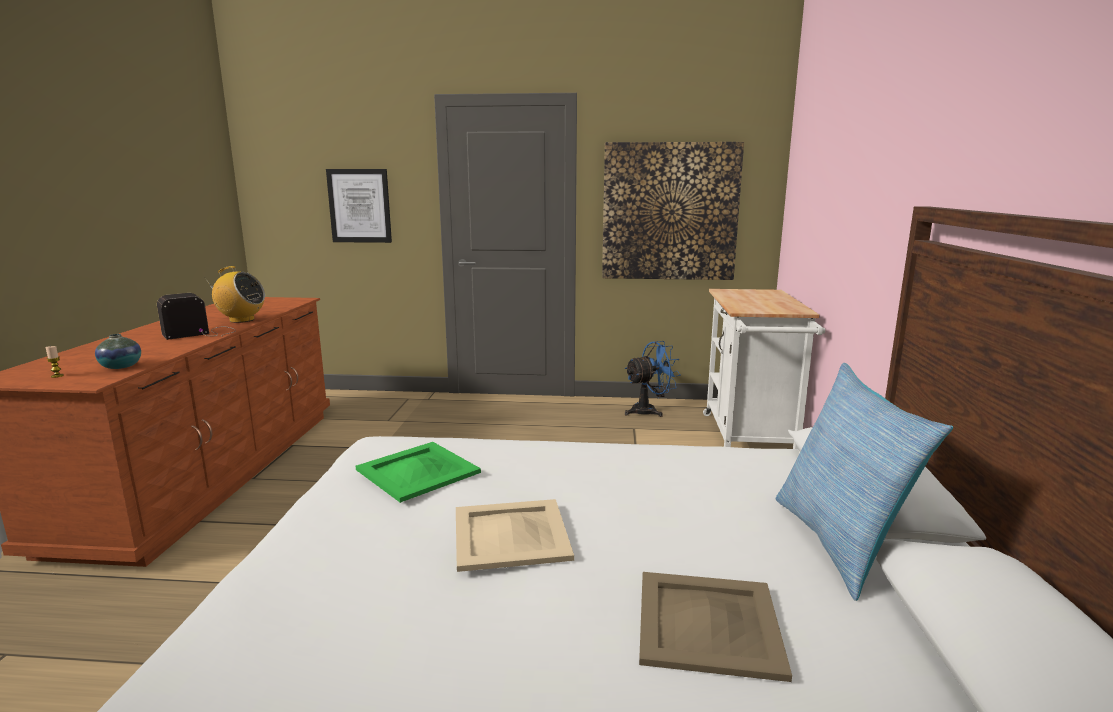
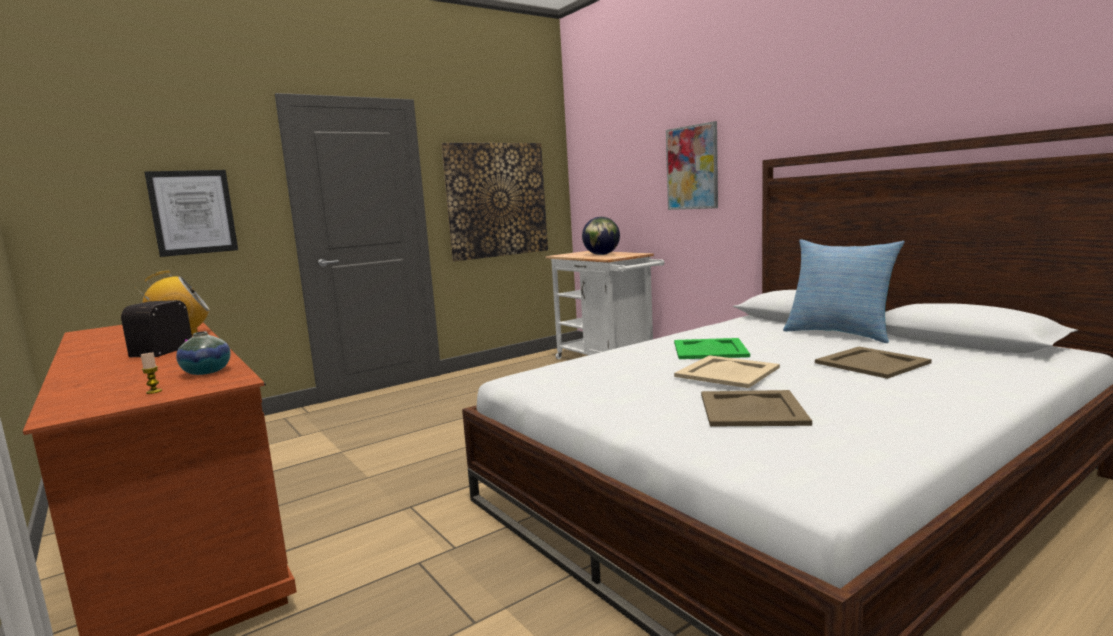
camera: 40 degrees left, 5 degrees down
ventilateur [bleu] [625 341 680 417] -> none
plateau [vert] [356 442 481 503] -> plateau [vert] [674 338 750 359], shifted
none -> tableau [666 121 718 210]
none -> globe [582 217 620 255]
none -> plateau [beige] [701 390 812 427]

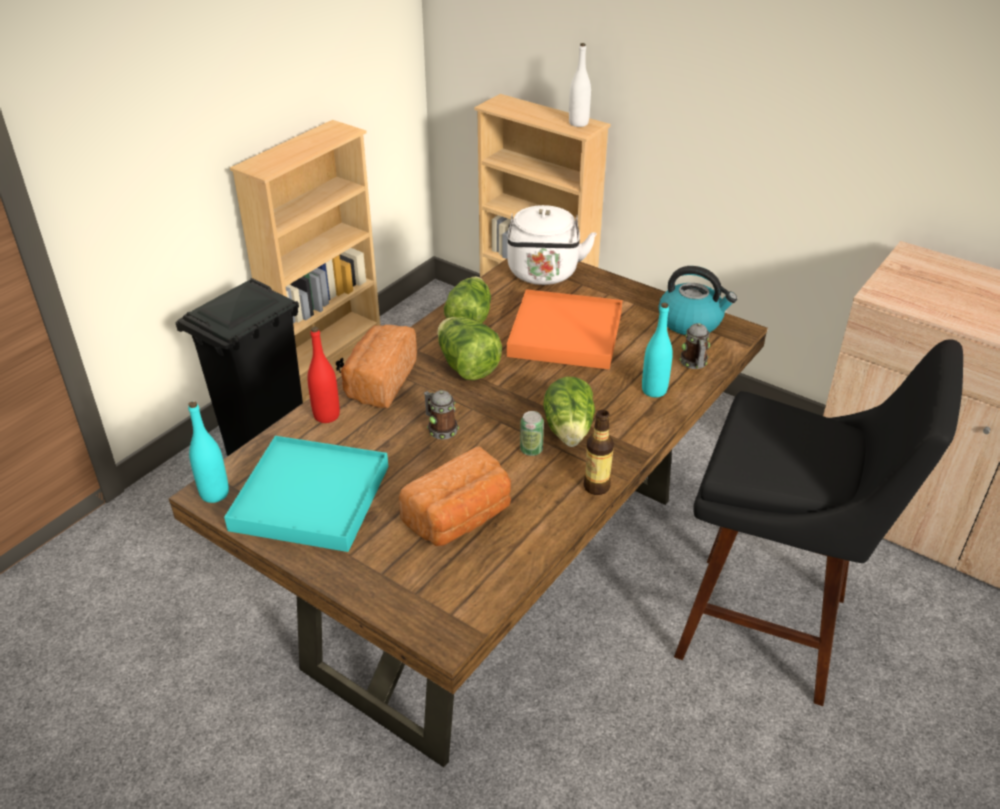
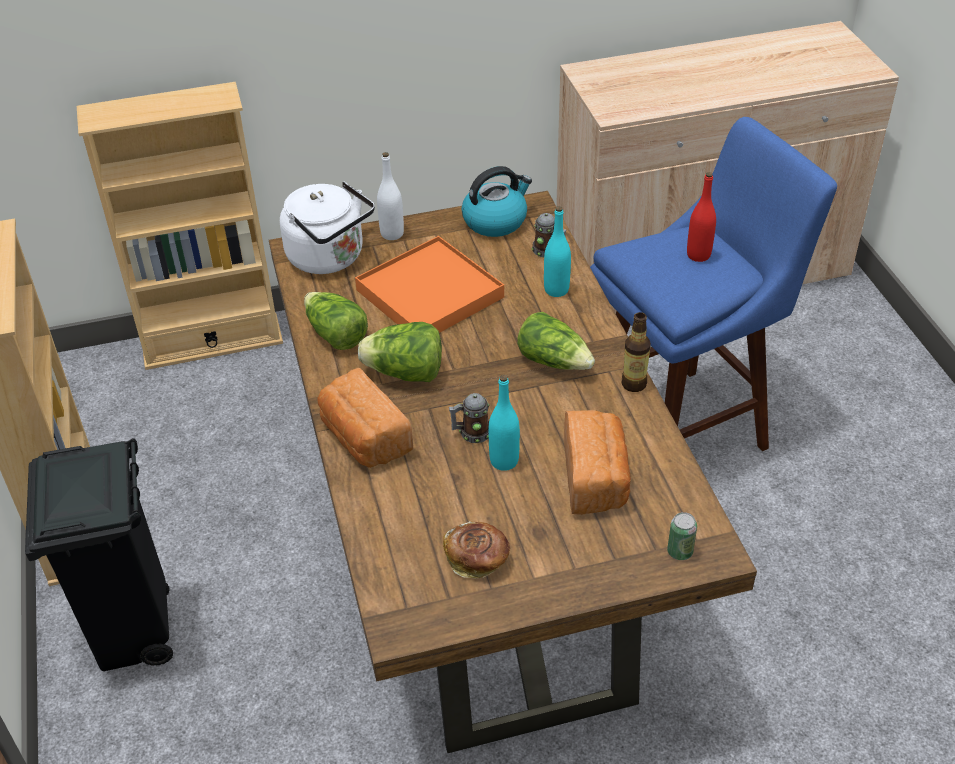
camera: 50 degrees left, 5 degrees up
bouteille [blanc] [569 43 591 127] -> bouteille [blanc] [377 152 404 240], shifted
bouteille [rouge] [307 327 340 423] -> bouteille [rouge] [687 172 716 262], shifted
tabouret [noir] [674 339 963 706] -> tabouret [bleu] [590 117 837 451]
bouteille [turquoise] [188 401 229 503] -> bouteille [turquoise] [488 375 520 471], shifted
boîte métallique [520 411 544 456] -> boîte métallique [667 512 697 560], shifted
plateau [turquoise] [224 436 388 552] -> pain [443 521 510 579]

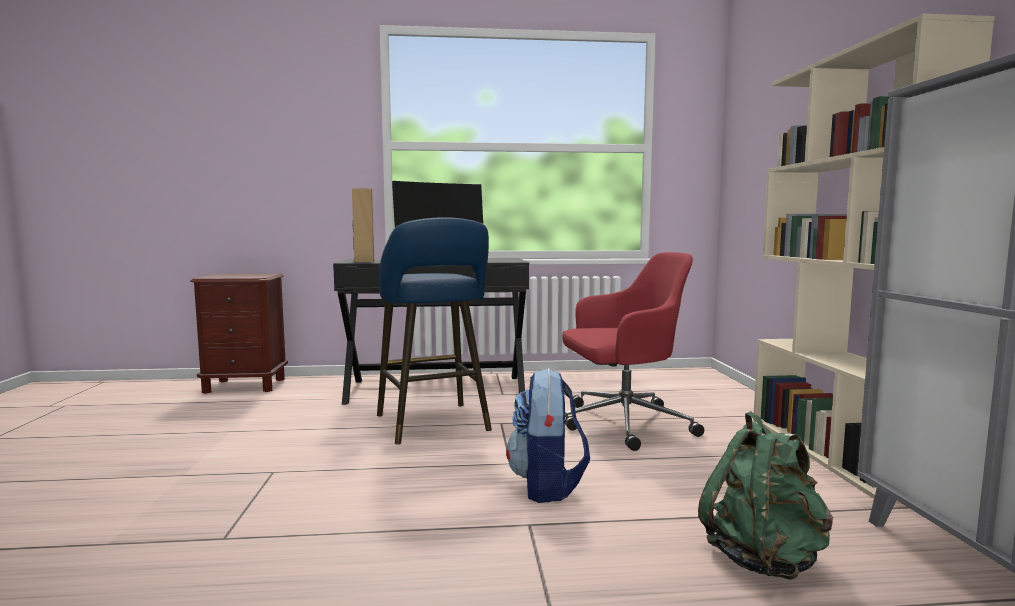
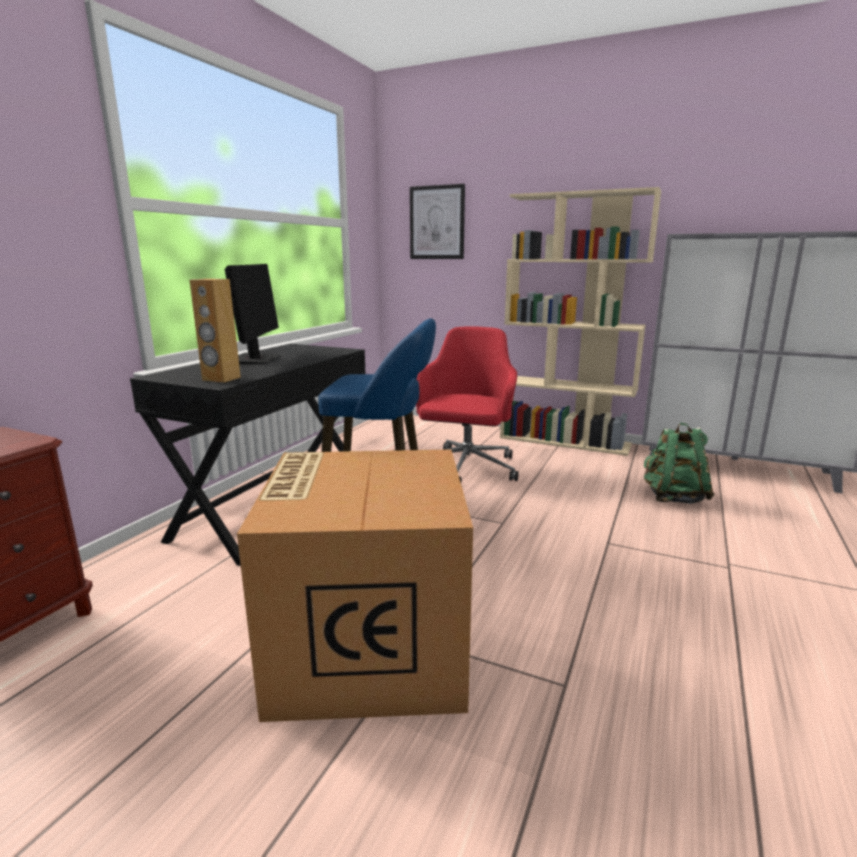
camera: 60 degrees left, 10 degrees up
sac à dos [506 368 590 503] -> none
none -> tableau [410 184 465 259]
none -> carton [237 449 473 722]

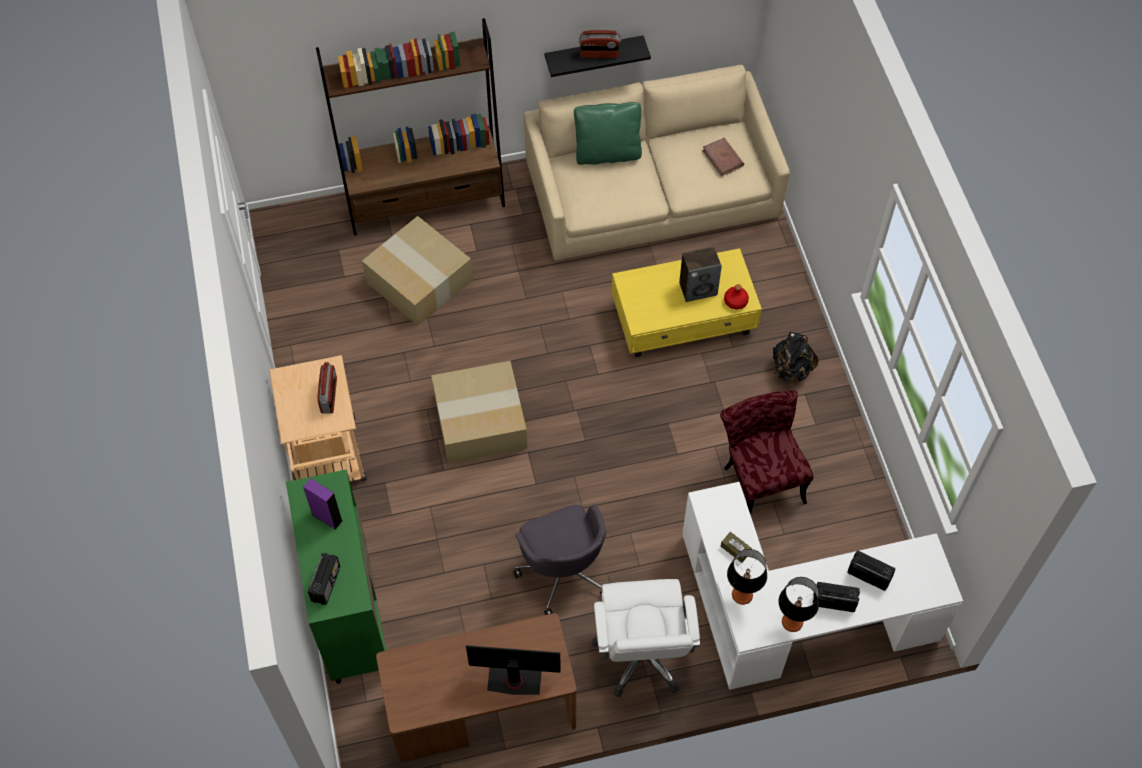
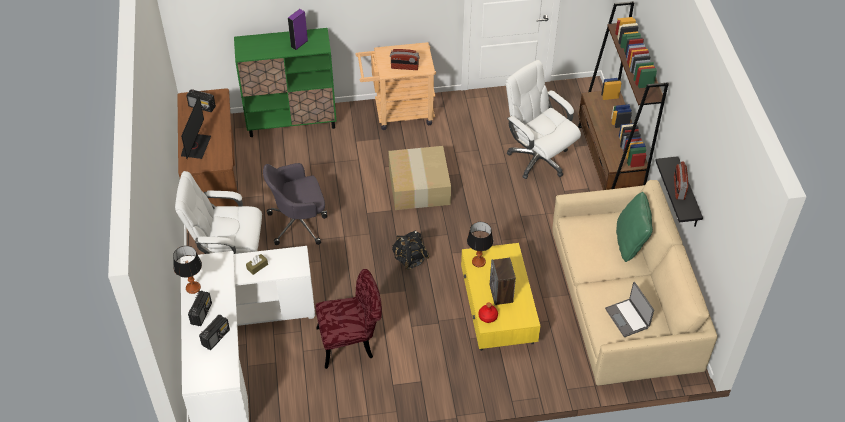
camera: 95 degrees right, 10 degrees down
livre [marron] [702 138 744 177] -> ordinateur portable [605 282 654 337]
carton [362 216 473 326] -> chaise de bureau [blanc] [506 60 581 179]
sac à dos [noir] [773 332 818 381] -> sac à dos [noir] [392 230 429 270], shifted
lampe de table [727 549 767 605] -> lampe de table [467 222 493 267], shifted
radio [308 553 340 605] -> radio [186 89 216 112], shifted

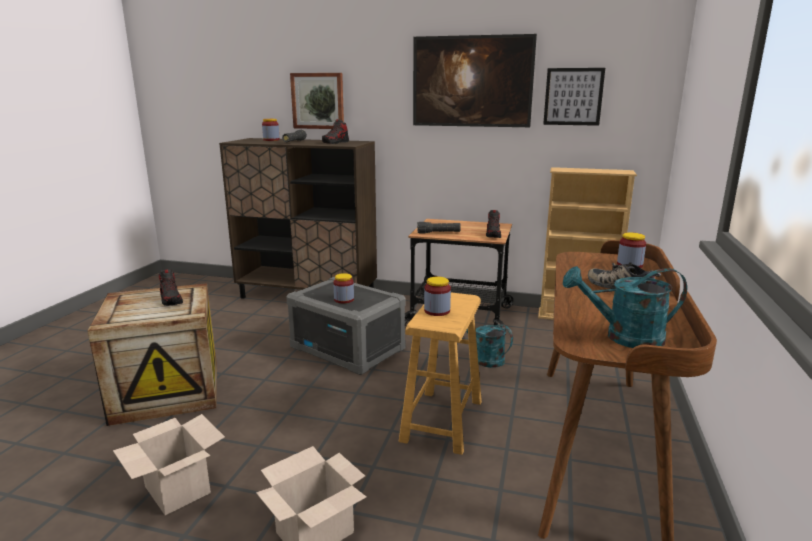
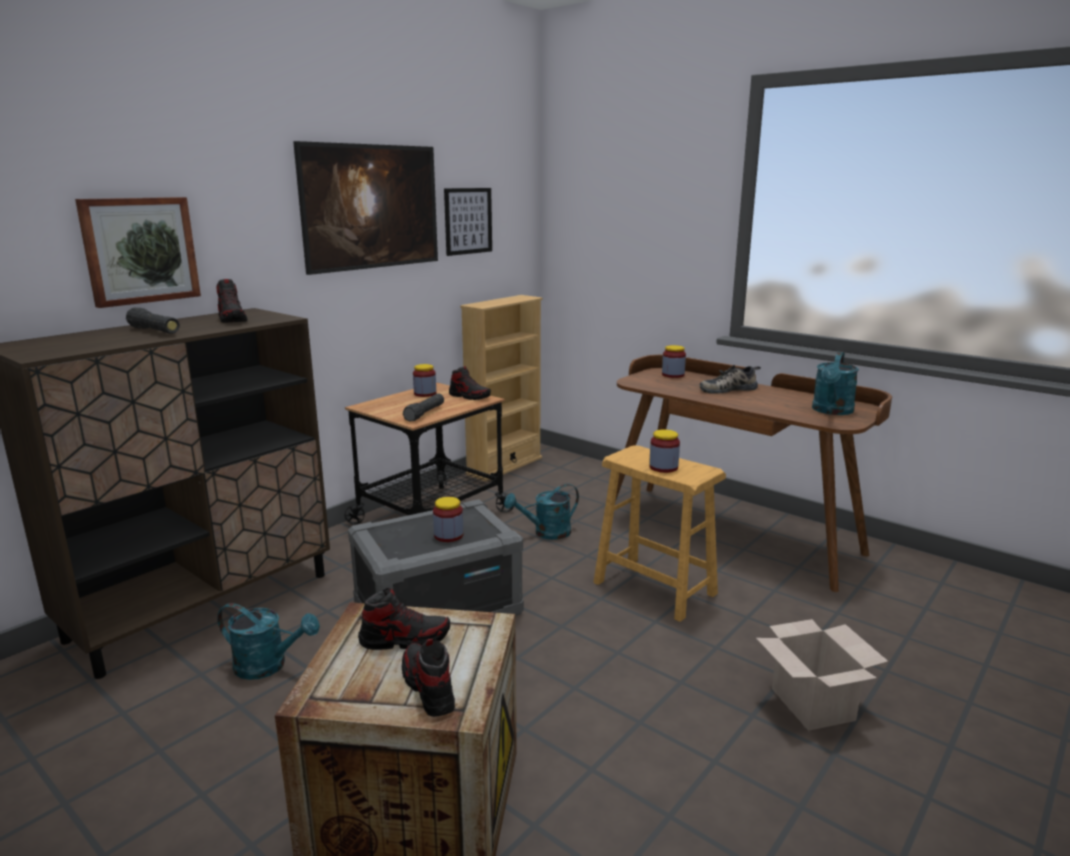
camera: 65 degrees left, 0 degrees up
bocal [262 119 280 141] -> bocal [413 364 436 397], shifted
carton [113 414 225 515] -> none
none -> arrosoir [turquoise] [217 603 320 680]
none -> chaussure [402 639 455 717]

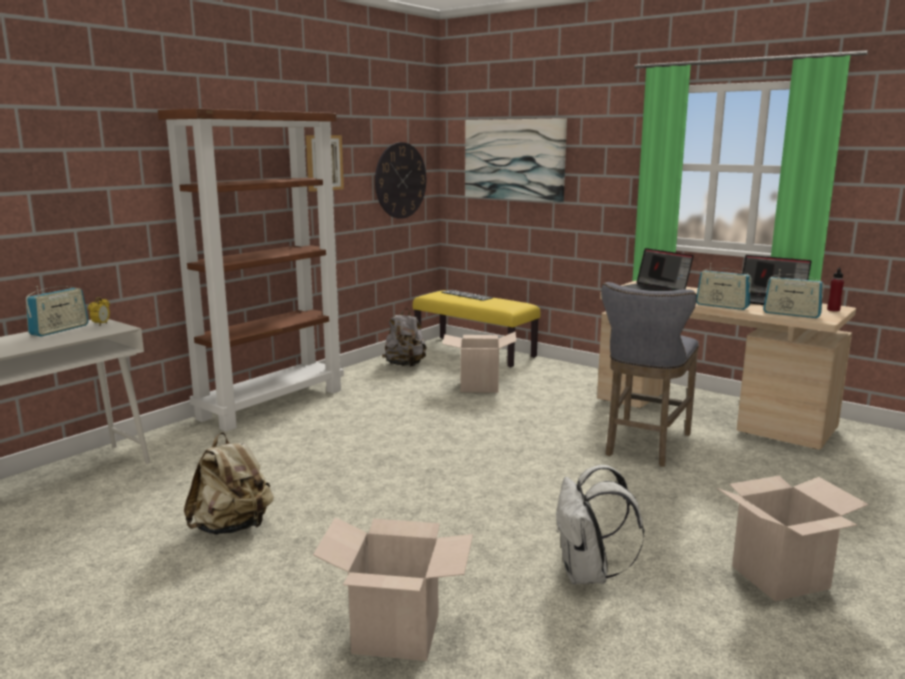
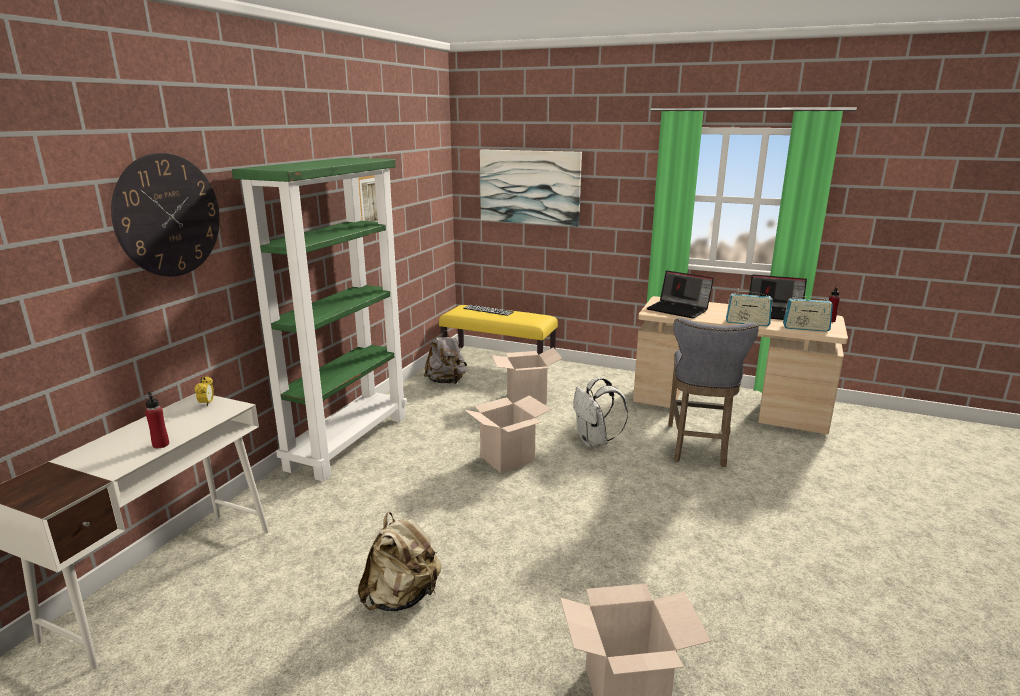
camera: 15 degrees left, 5 degrees up
bibliothèque [marron] [158 108 344 432] -> bibliothèque [vert] [232 158 407 481]
horloge murale [375 142 426 219] -> horloge murale [111 153 220 277], shifted
radio [26 286 89 337] -> none
sac à dos [blanc] [556 465 644 585] -> sac à dos [blanc] [573 377 628 447], shifted
carton [717 476 869 601] -> carton [464 395 551 473], shifted
none -> bouteille [rouge] [145 392 169 449]

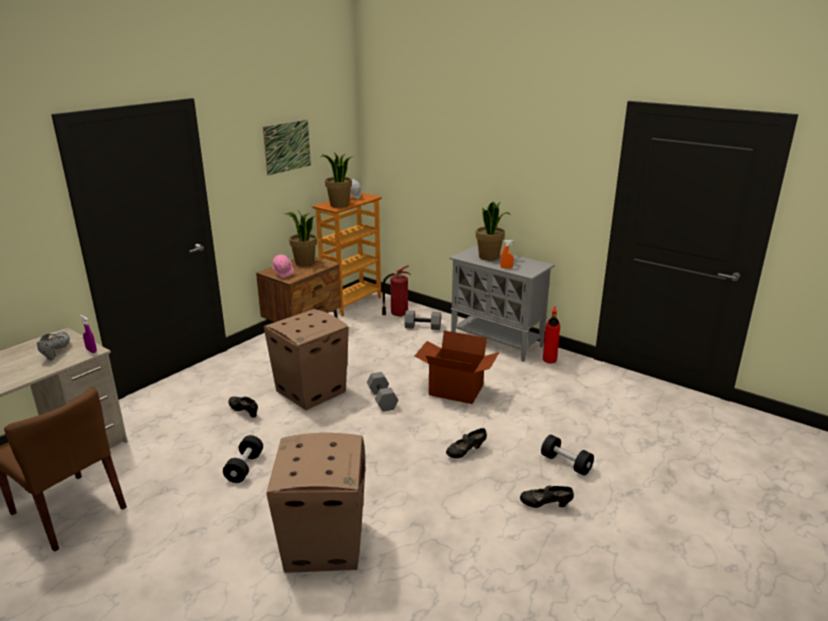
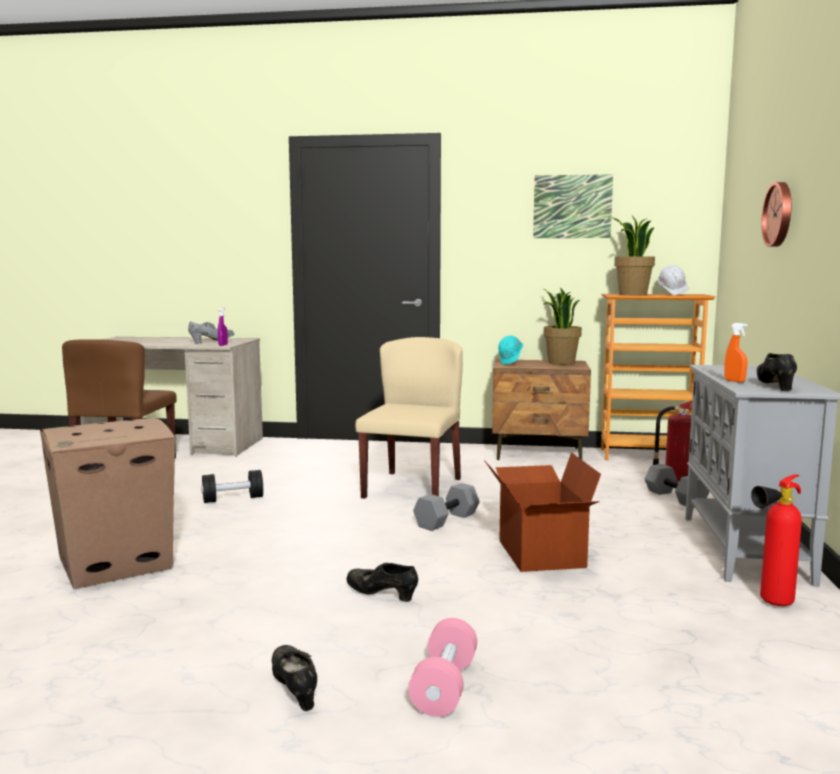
camera: 60 degrees right, 15 degrees down
plante en pot [476 202 511 261] -> none
casque de chantier [rose] [272 255 294 278] -> casque de chantier [turquoise] [498 336 523 365]
carton [264 309 349 410] -> chaise [beige] [355 337 463 499]
chaussure [noir] [228 396 258 418] -> chaussure [noir] [757 353 797 391], shifted
haltère [noir] [541 435 594 475] -> haltère [rose] [408 618 477 717]
none -> horloge murale [761 182 791 247]

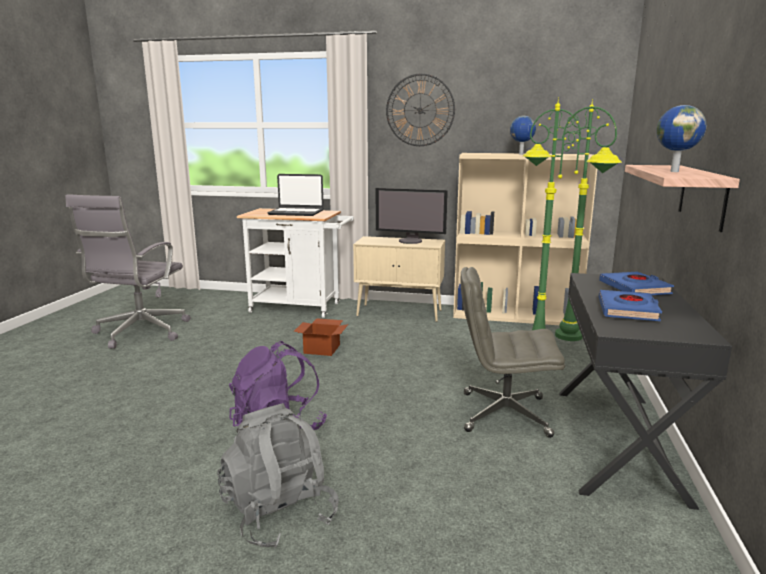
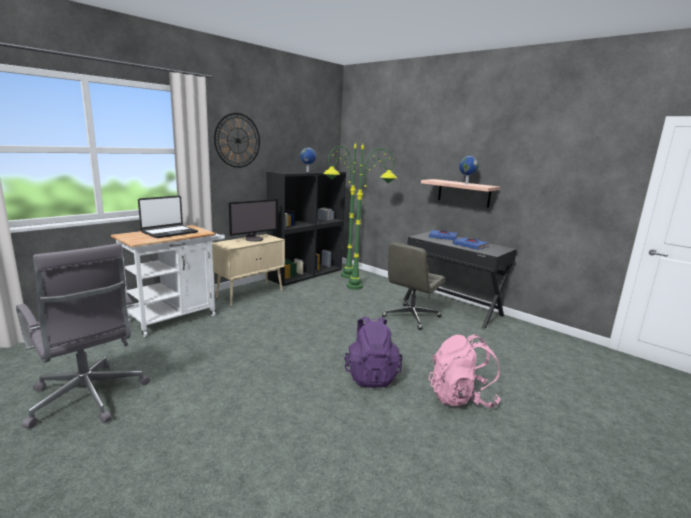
camera: 60 degrees left, 0 degrees up
bibliothèque [beige] [453 153 597 325] -> bibliothèque [noir] [267 170 346 286]
carton [294 318 348 356] -> none
sac à dos [gris] [217 403 339 549] -> sac à dos [rose] [428 334 501 408]

